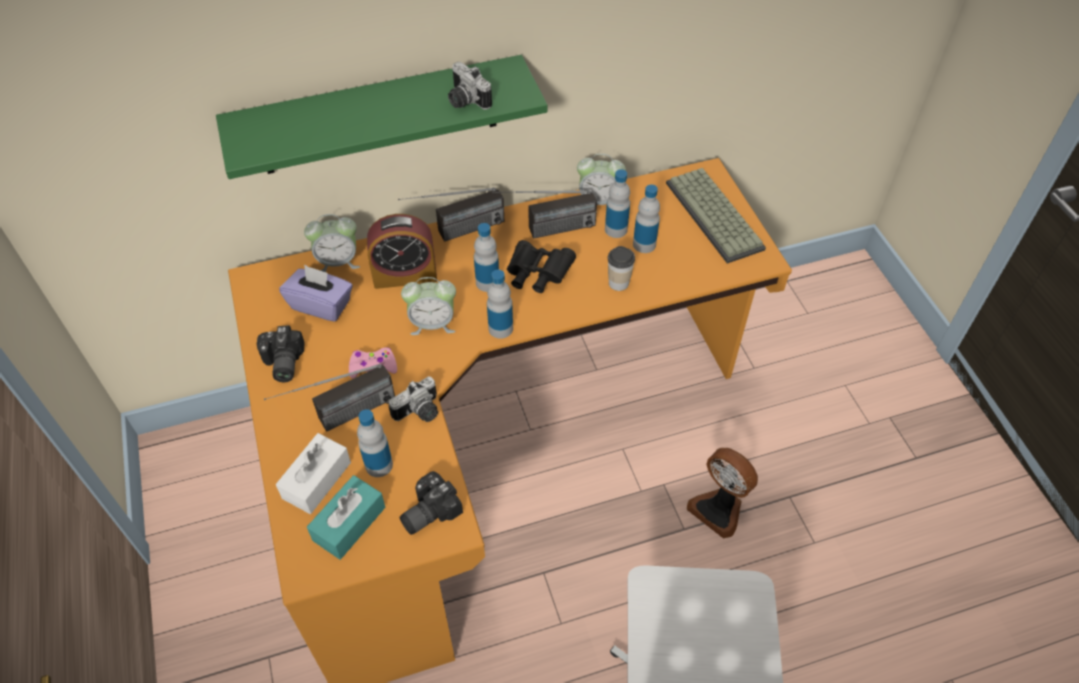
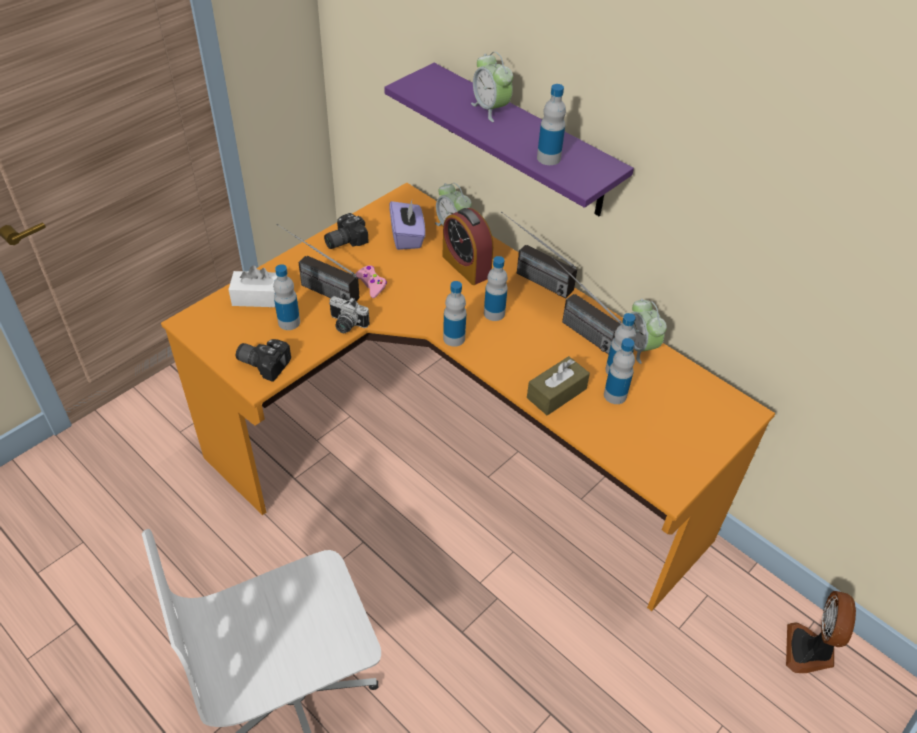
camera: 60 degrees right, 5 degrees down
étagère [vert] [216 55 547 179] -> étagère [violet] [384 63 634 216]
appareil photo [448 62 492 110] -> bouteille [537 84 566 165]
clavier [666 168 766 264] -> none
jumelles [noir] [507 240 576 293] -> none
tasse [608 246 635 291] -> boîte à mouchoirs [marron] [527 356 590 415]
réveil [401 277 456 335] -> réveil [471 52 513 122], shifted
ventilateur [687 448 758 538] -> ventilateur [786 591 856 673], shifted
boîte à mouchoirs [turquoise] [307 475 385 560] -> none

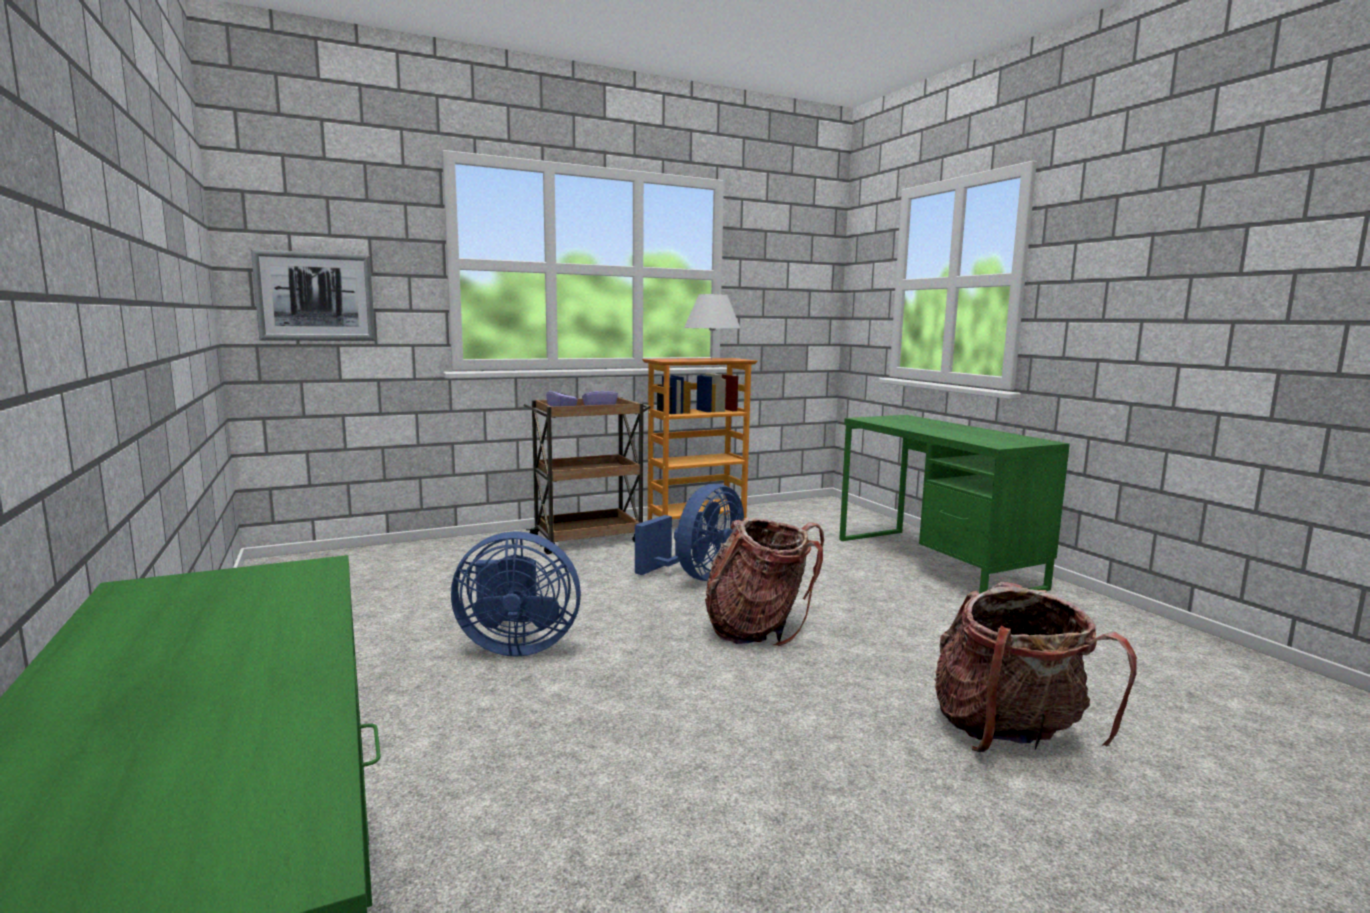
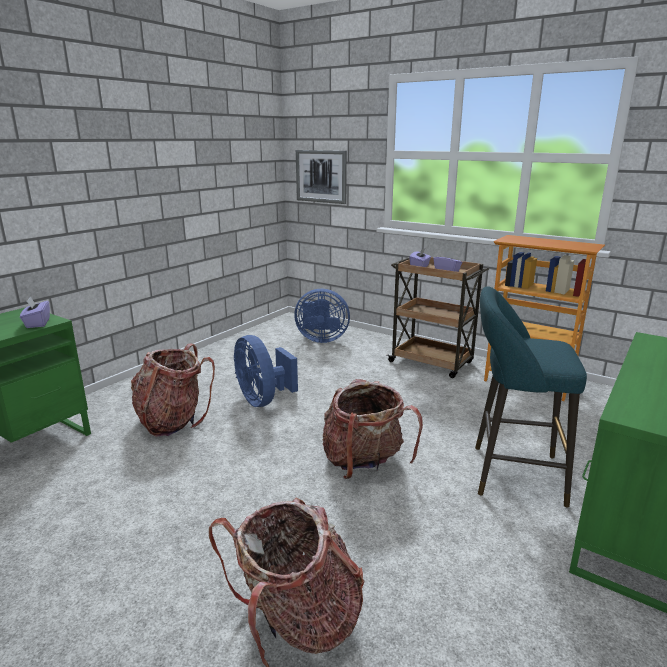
camera: 60 degrees right, 10 degrees up
lampe de table [blanc] [684 294 741 360] -> none
ventilateur [bleu] [635 484 744 581] -> ventilateur [bleu] [294 289 350 343], shifted
none -> tabouret [turquoise] [475 286 587 507]
none -> boîte à mouchoirs [violet] [20 297 50 328]
none -> sac à dos [131 343 215 437]

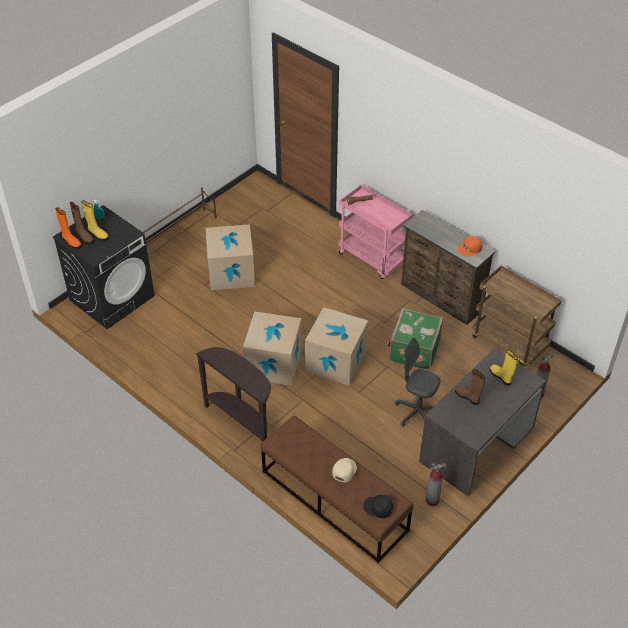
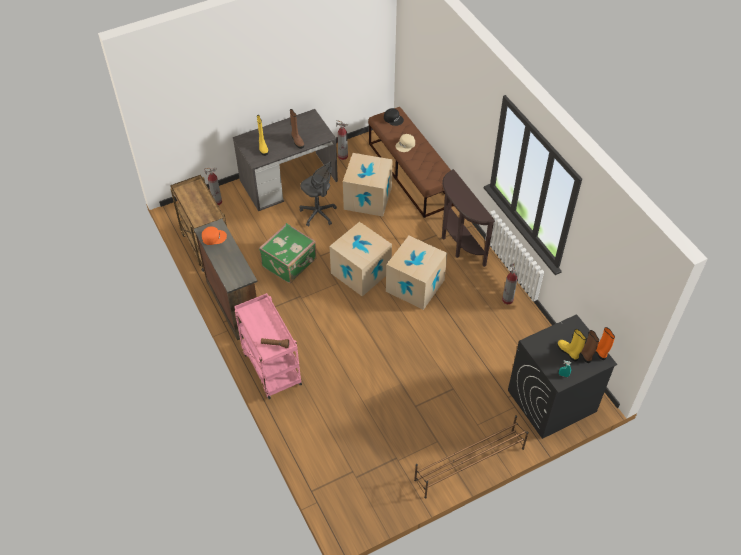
camera: 160 degrees left, 5 degrees up
carton [206 224 255 290] -> carton [343 153 393 216], shifted
none -> extincteur [502 262 518 304]

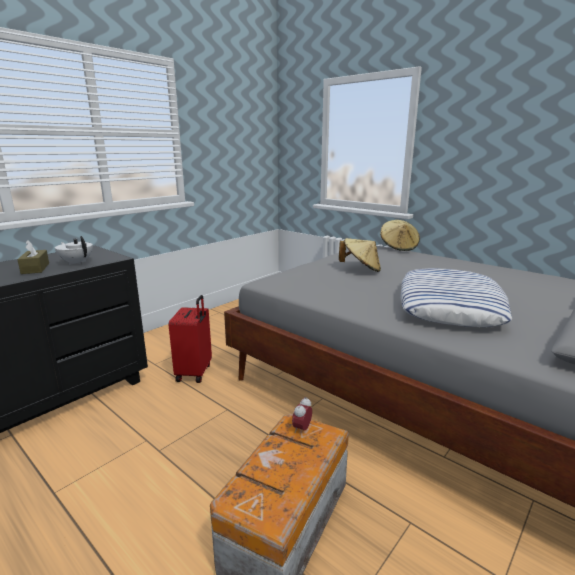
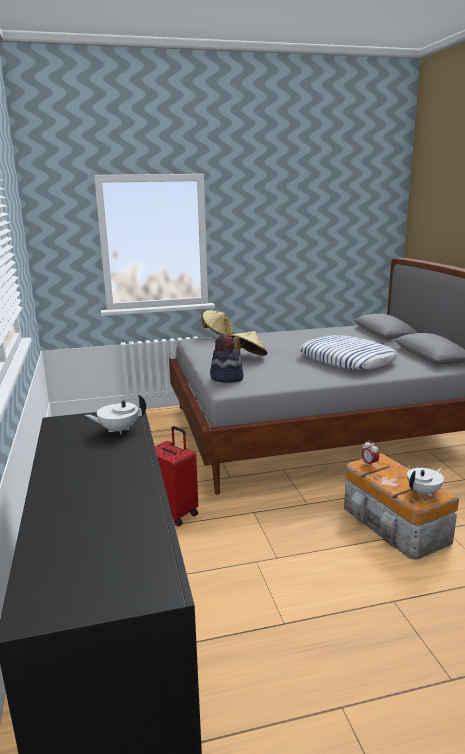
camera: 55 degrees left, 0 degrees up
boîte à mouchoirs [marron] [17 240 49 274] -> none
none -> chapeau [210 335 244 383]
none -> théière [blanc] [407 468 444 496]

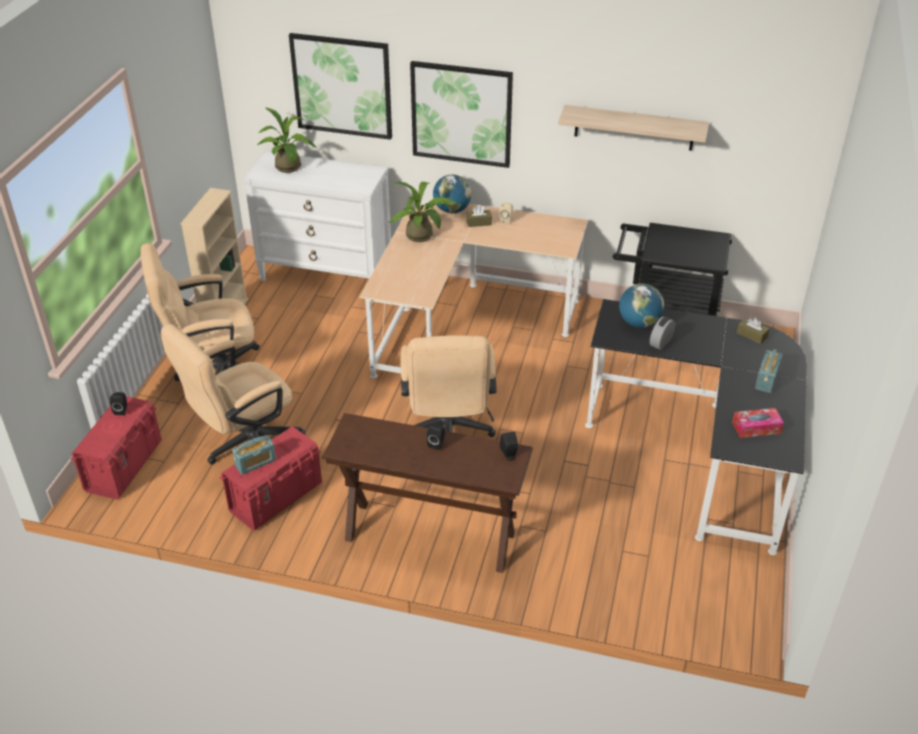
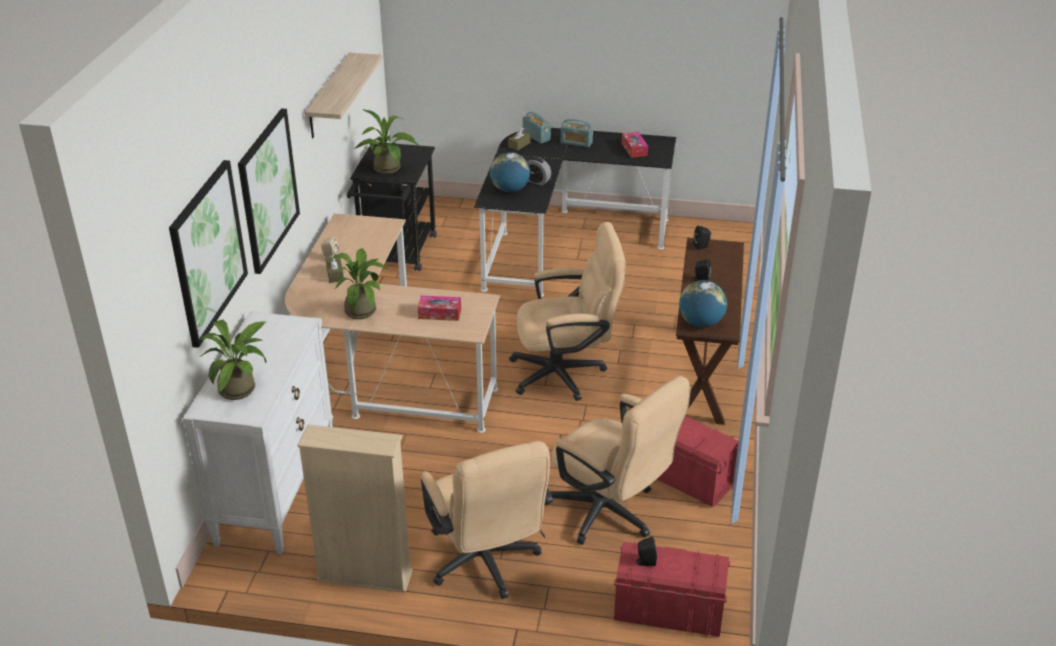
camera: 95 degrees left, 5 degrees down
globe [433 174 472 213] -> globe [679 280 727 328], shifted
radio [232 435 276 475] -> radio [523 112 551 143], shifted
none -> plante en pot [355 109 418 174]
none -> boîte à mouchoirs [418 296 461 321]

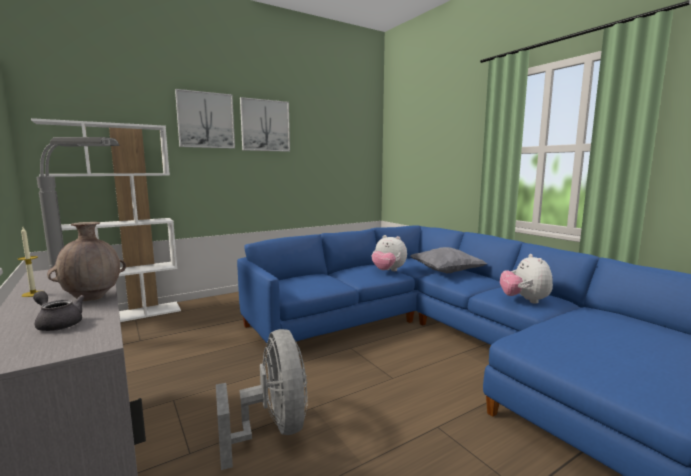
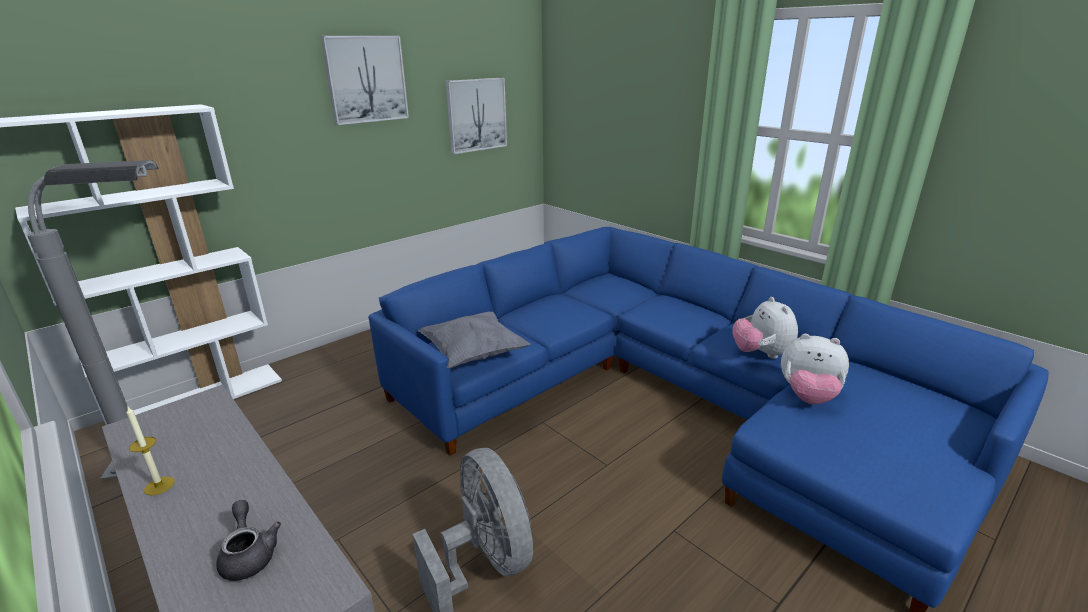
camera: 10 degrees left, 15 degrees up
tableau [175 89 235 148] -> tableau [446 78 507 154], shifted
vase [marron] [47 222 126 301] -> none
peluche [372 235 407 271] -> peluche [781 334 849 405], shifted
coussin [gris] [410 247 487 274] -> coussin [gris] [418 312 531 369], shifted
théière [gris] [33 291 84 331] -> théière [gris] [216 500 281 581], 45 degrees clockwise

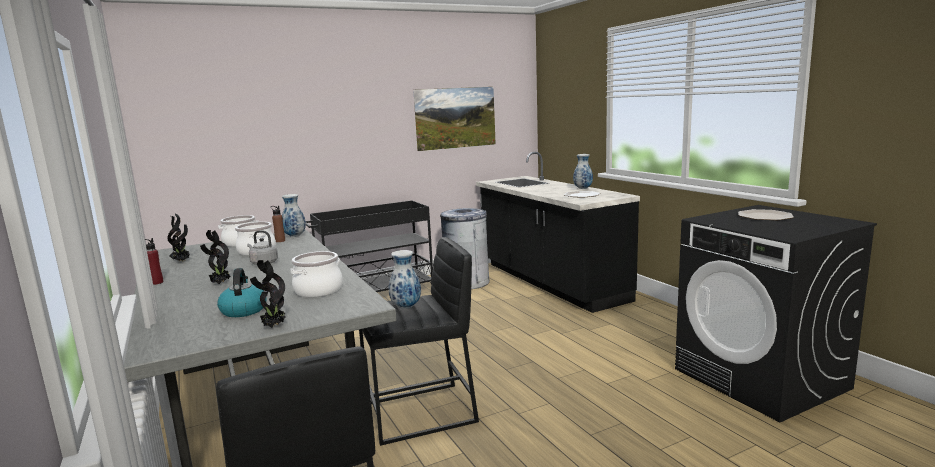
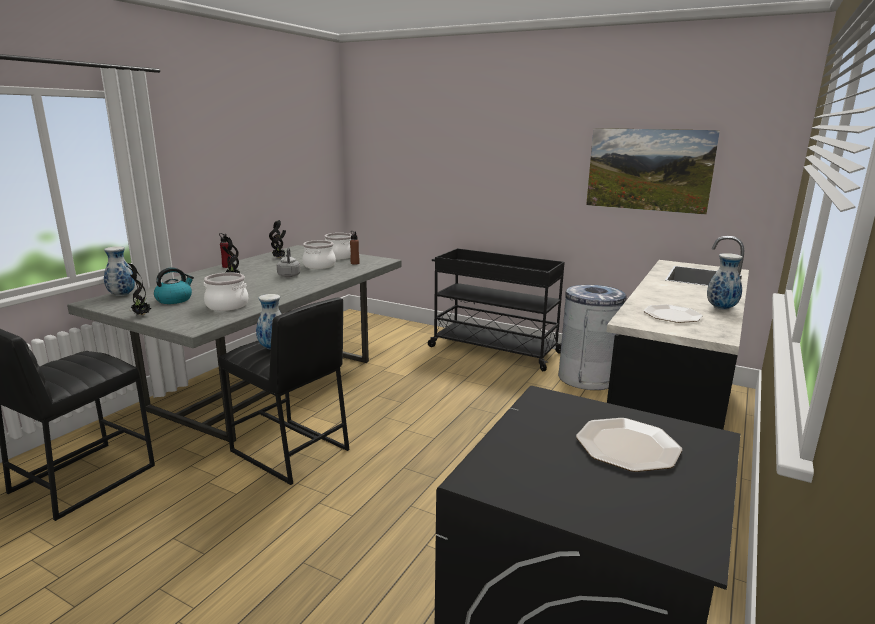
camera: 55 degrees right, 5 degrees up
vase [282 194 306 237] -> vase [104 246 135 296], shifted

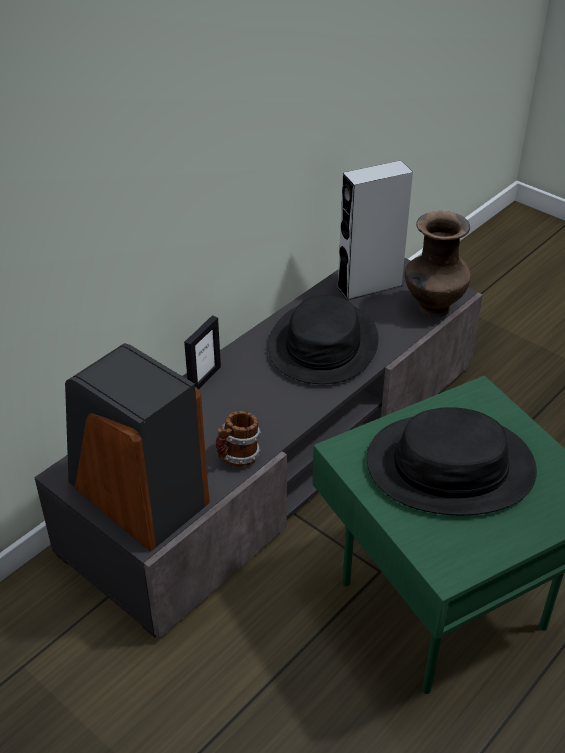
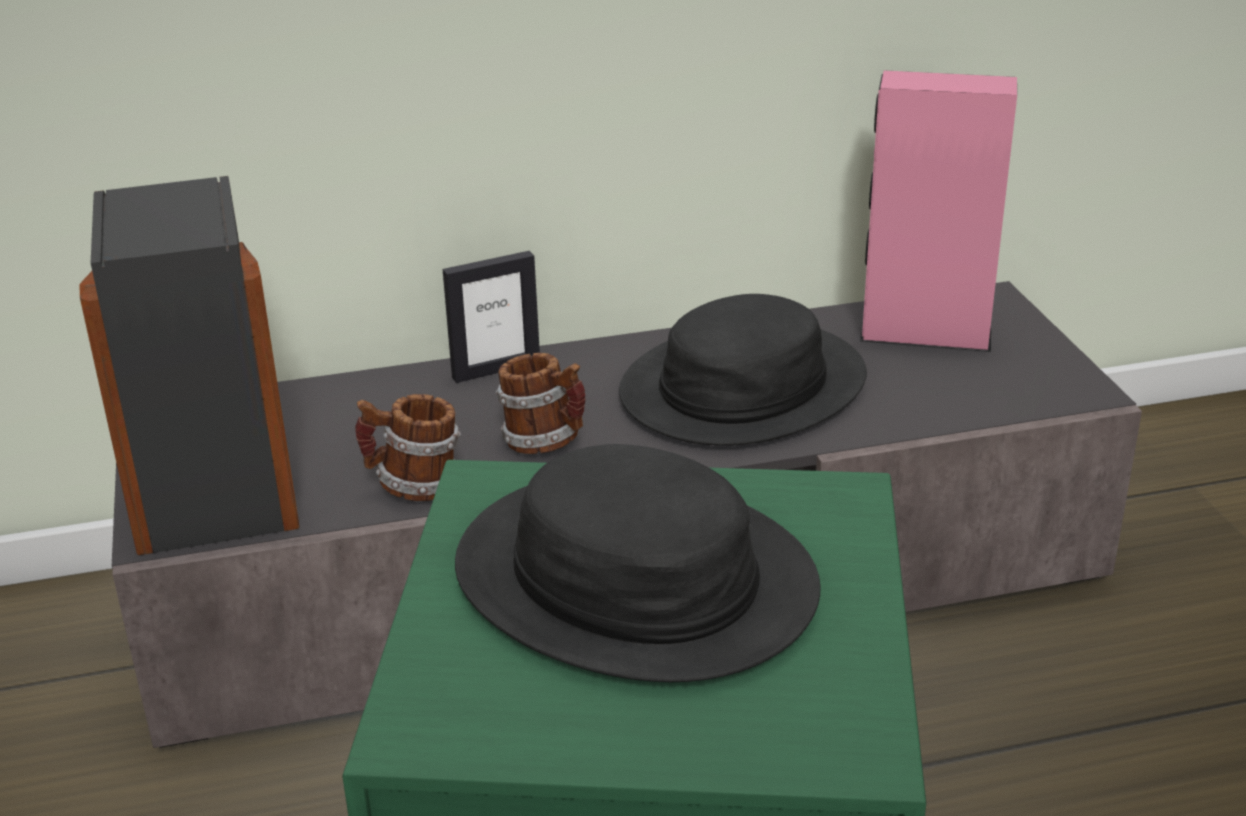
camera: 35 degrees right, 10 degrees down
enceinte [gris] [337 160 413 300] -> enceinte [rose] [860 70 1017 352]
vase [marron] [405 211 471 318] -> none
none -> mug [496 353 585 454]

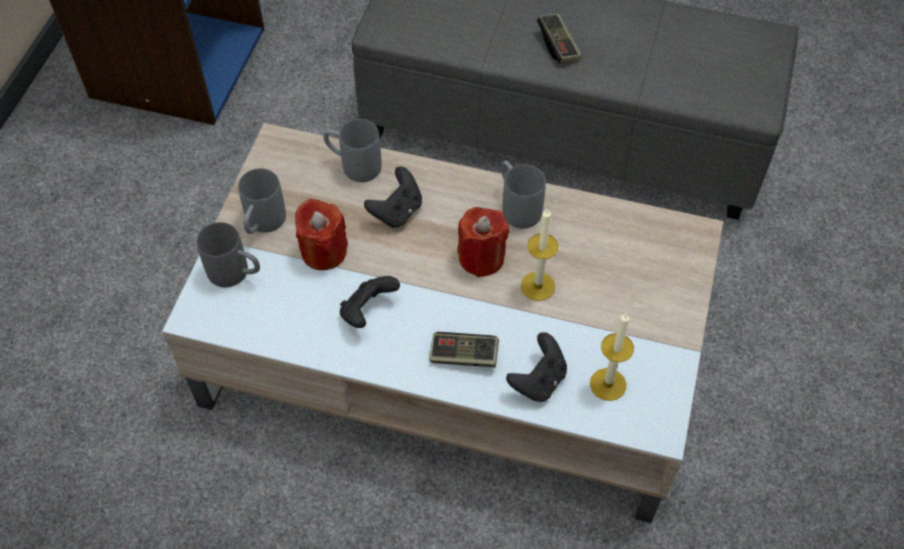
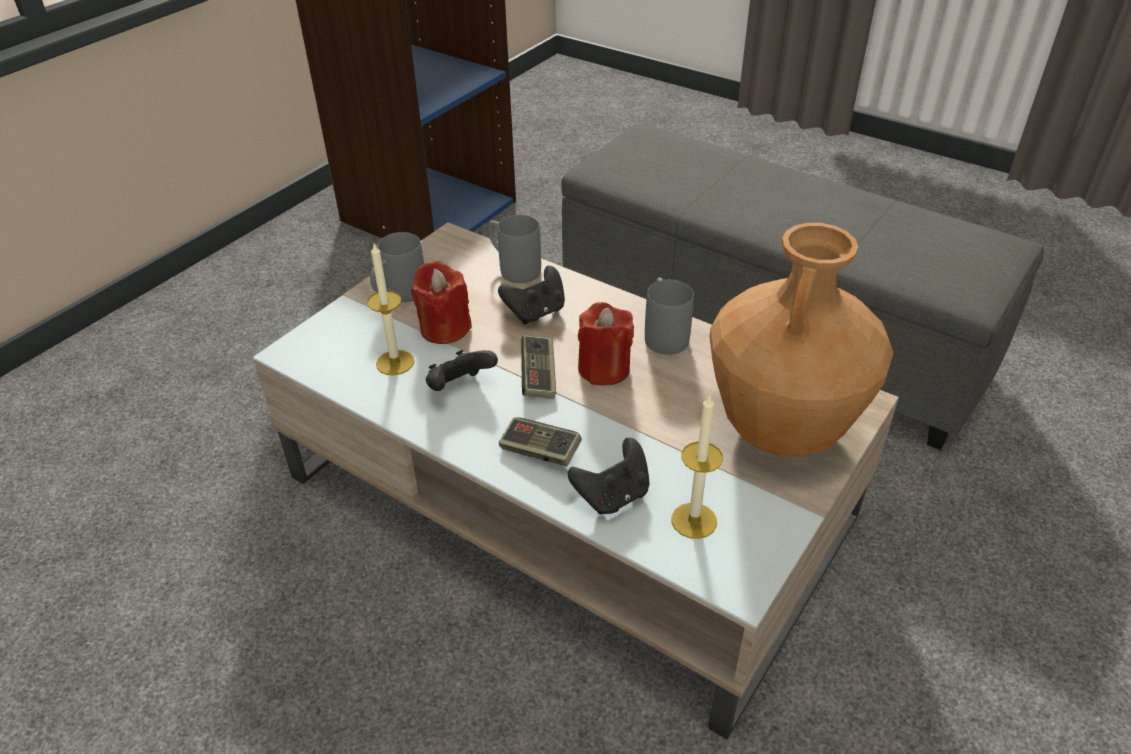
camera: 20 degrees right, 15 degrees down
manette [537 13 582 63] -> manette [521 335 556 399], shifted
bougie [521 208 558 301] -> bougie [367 244 414 375], shifted
mug [gris] [197 222 260 287] -> none
none -> vase [marron] [710 223 893 457]

